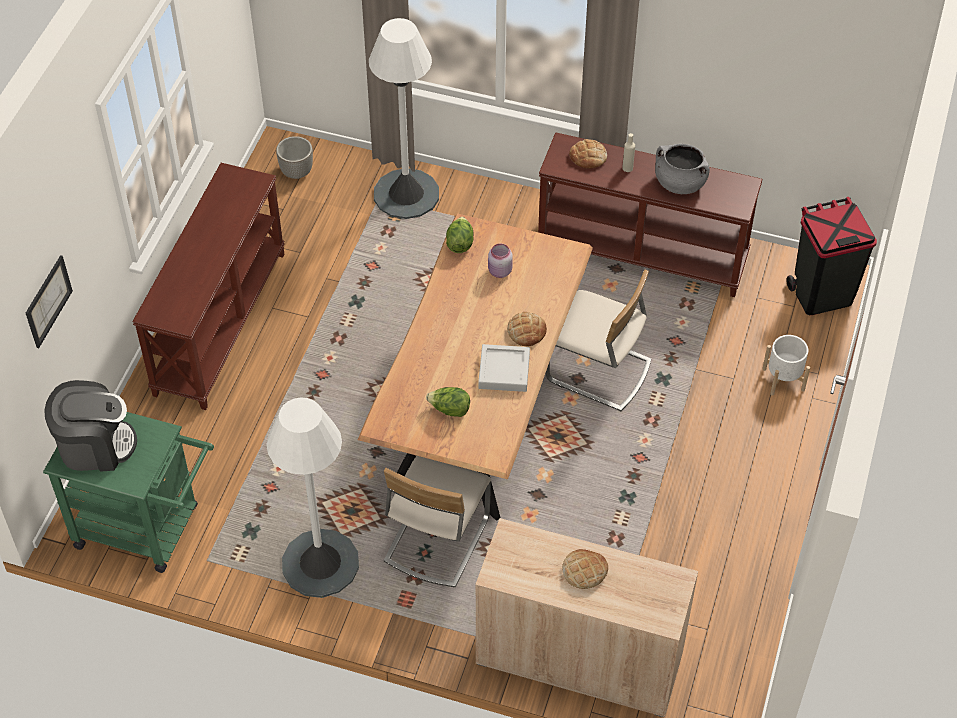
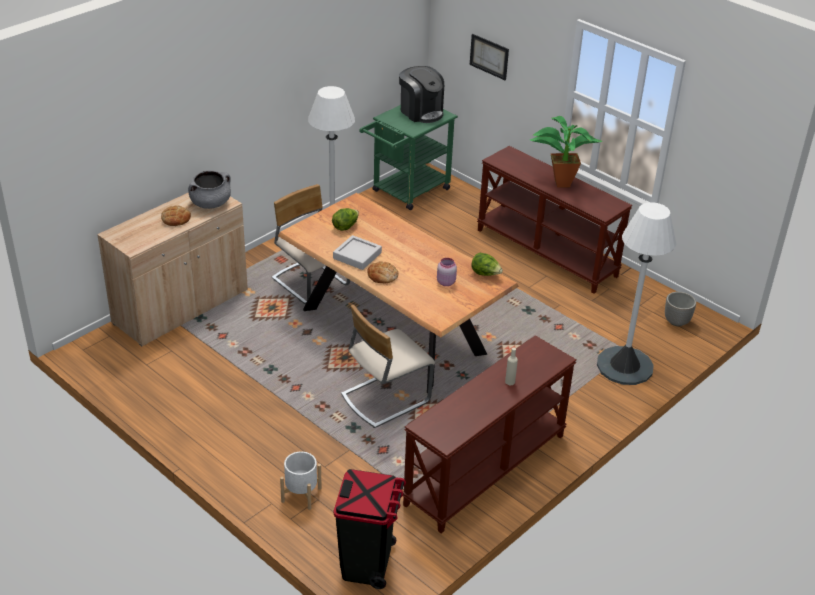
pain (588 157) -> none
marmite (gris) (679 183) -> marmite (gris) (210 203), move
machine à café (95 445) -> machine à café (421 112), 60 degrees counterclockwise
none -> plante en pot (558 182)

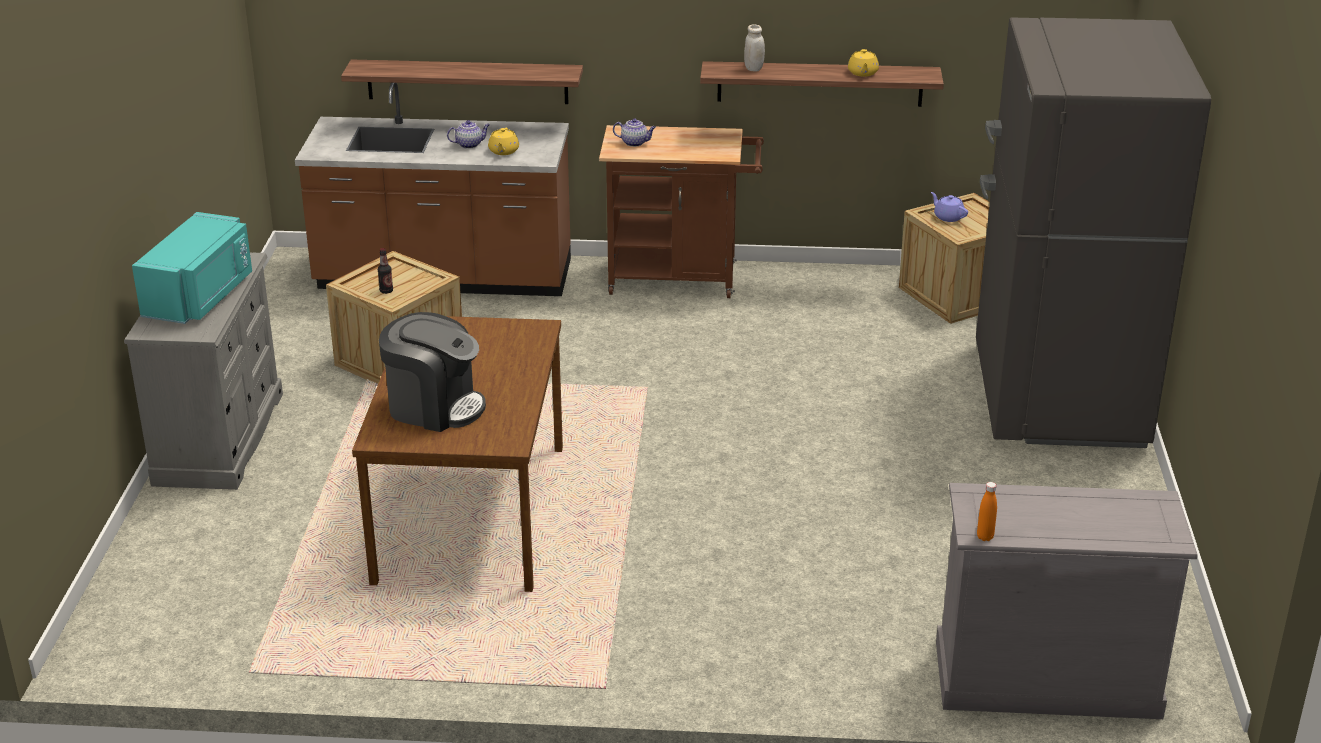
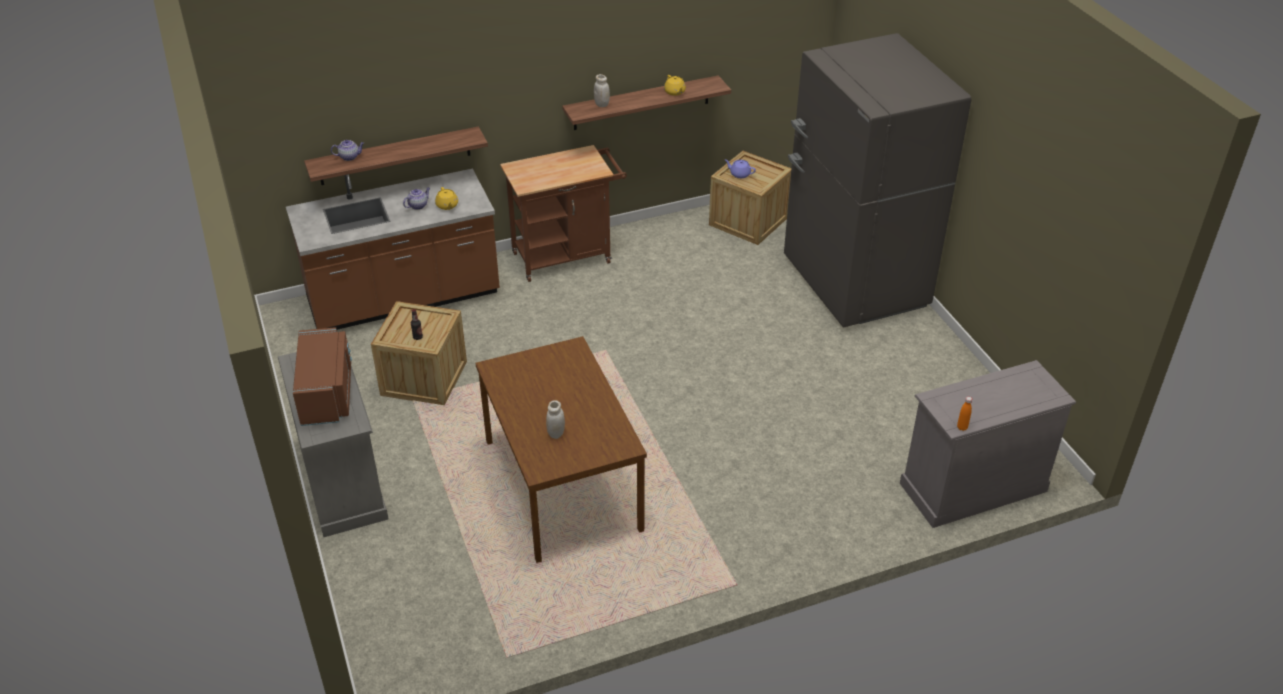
théière (635 143) -> théière (349 157), move
micro-ondes (turquoise) (201 297) -> micro-ondes (marron) (328 394)
machine à café (434 407) -> bocal (blanc) (556 433)

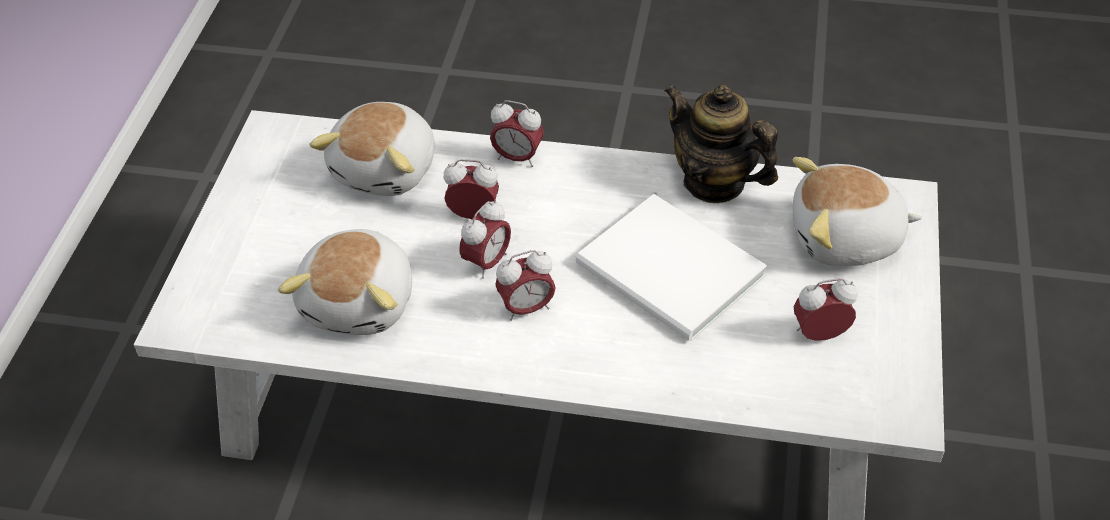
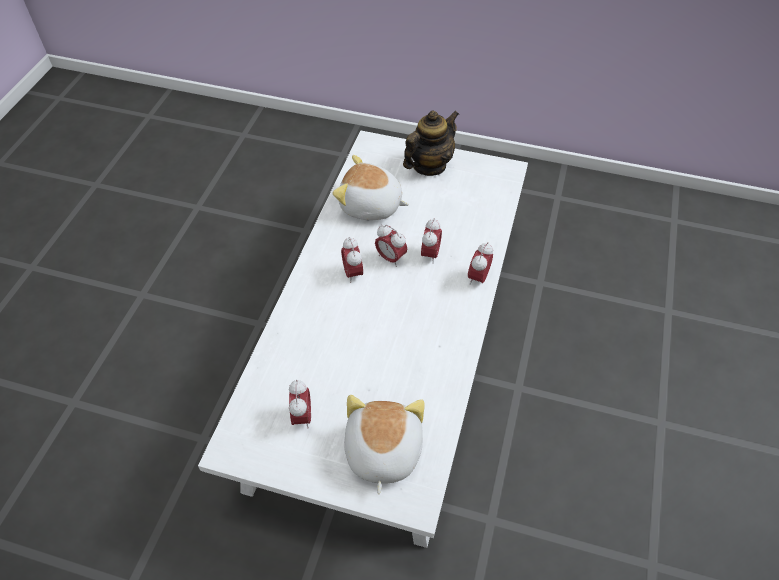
théière (714 182) -> théière (429 165), move
peluche (387 169) -> none
livre (blanc) (671 275) -> none

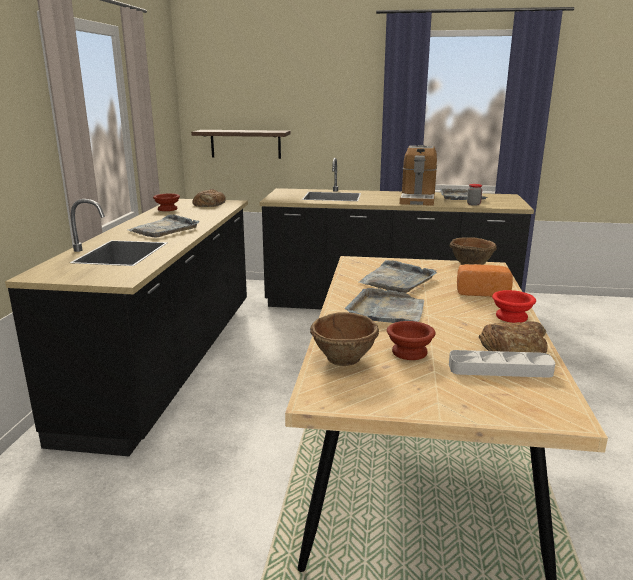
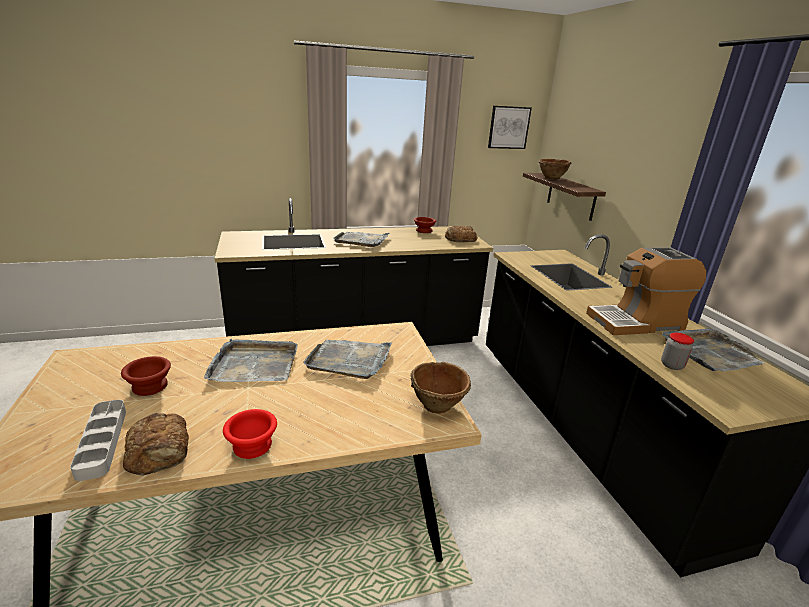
pain (481 292) -> none
bol (marron) (344 359) -> bol (marron) (551 178), move
none -> tableau (508 127)

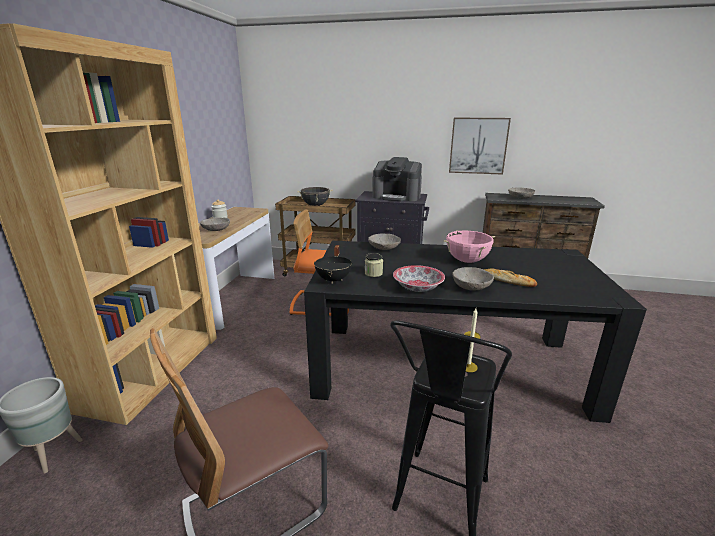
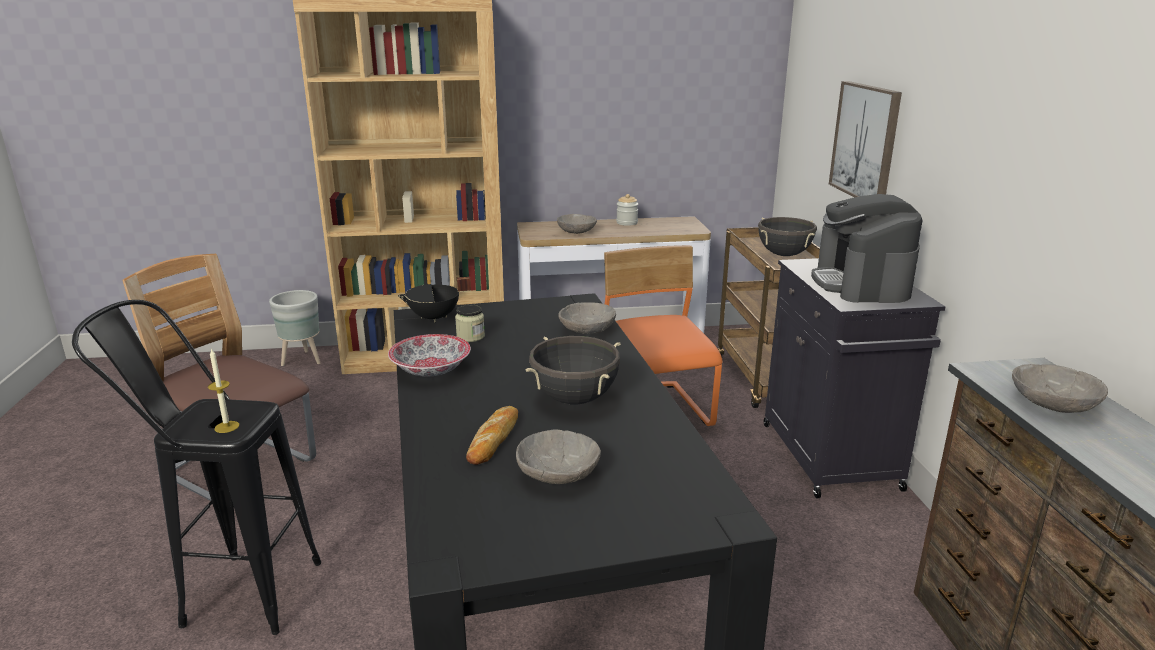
tableau (478 146) -> tableau (865 142), move
marmite (rose) (467 261) -> marmite (noir) (574 399)
bol (gris) (471 287) -> bol (gris) (557 474), move

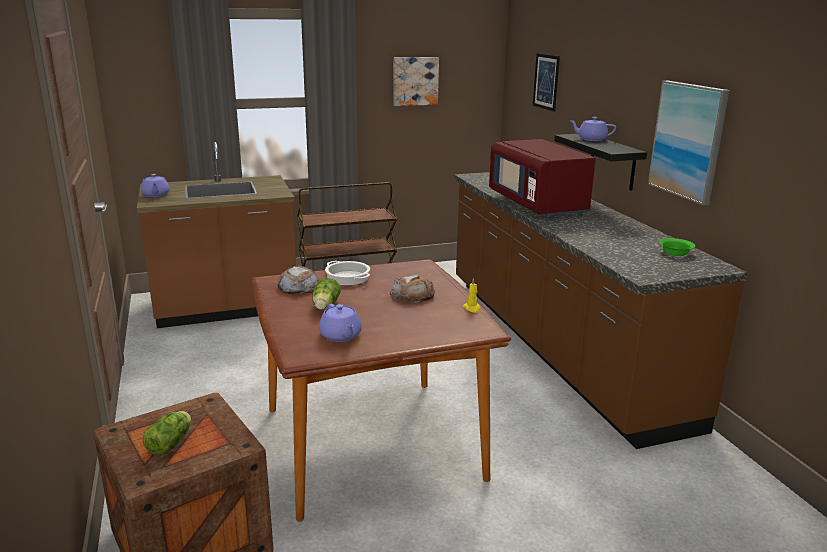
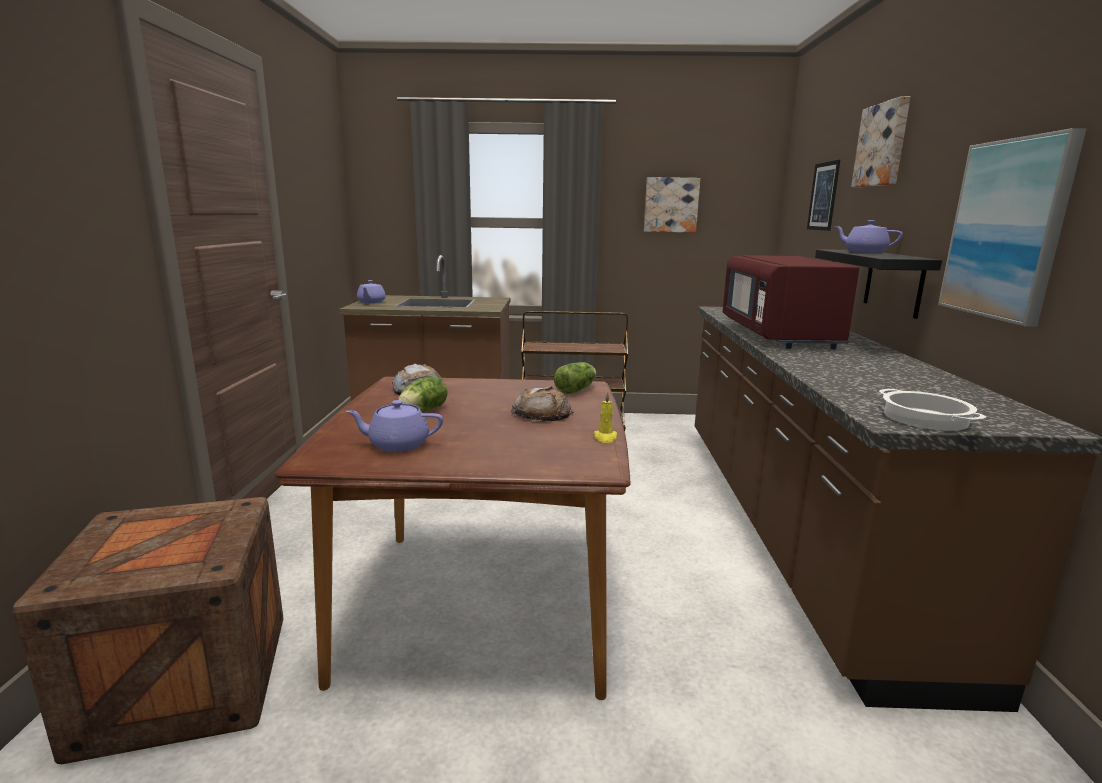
bol (vert) (675 253) -> none
marmite (347 277) -> marmite (924 418), move
théière (violet) (340 336) -> théière (violet) (397 444), 90 degrees clockwise
laitue (171 442) -> laitue (577 389), move
none -> tableau (883 145)

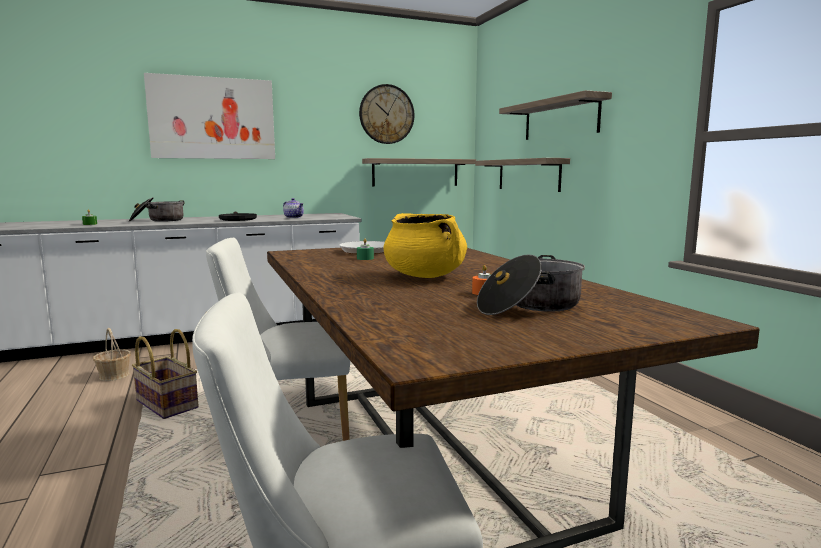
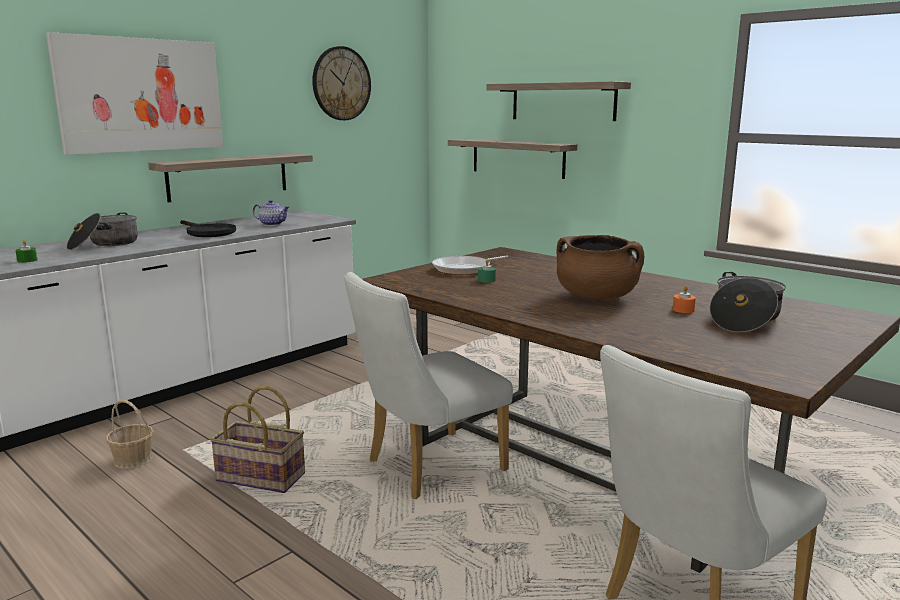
étagère (415 172) -> étagère (228 176), move
marmite (jaune) (425 276) -> marmite (marron) (596 297)

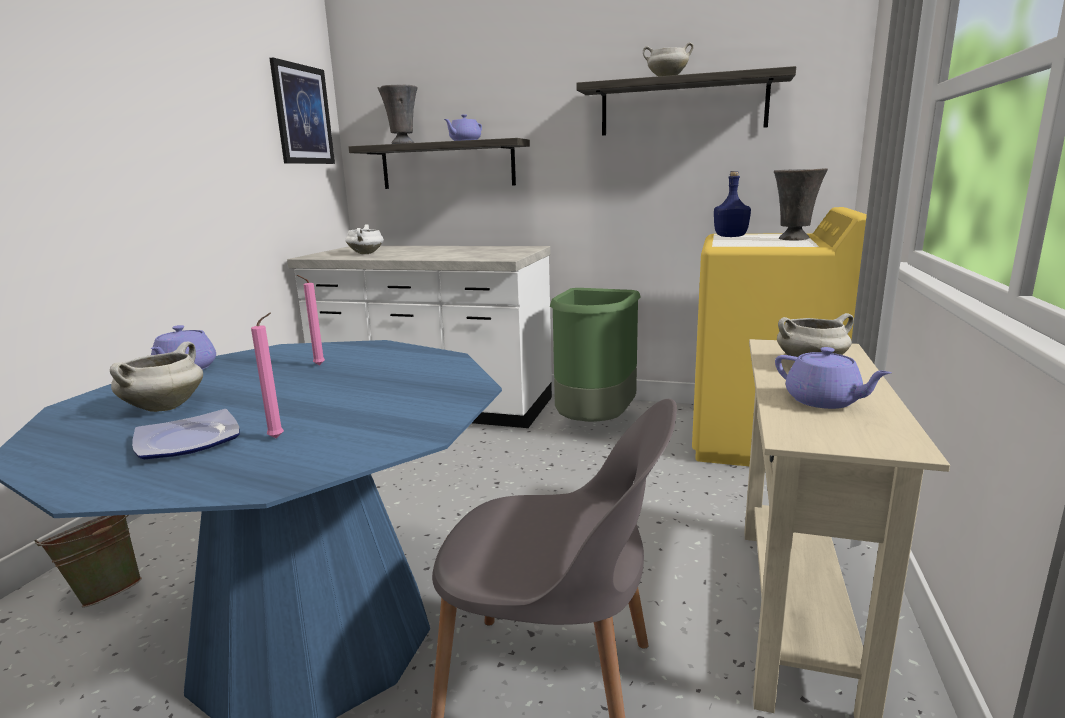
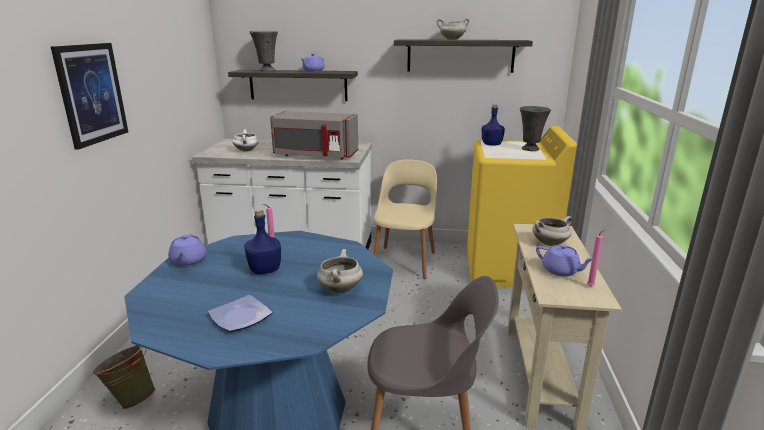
tableau (302 115) -> tableau (91 94), move
poubelle (vert) (594 424) -> chaise (beige) (404 261)
bougie (rose) (279 438) -> bougie (rose) (591 286), move
marmite (blanc) (165 407) -> marmite (blanc) (340 288), move
none -> micro-ondes (gris) (314 155)
none -> bouteille (bleu) (265 269)

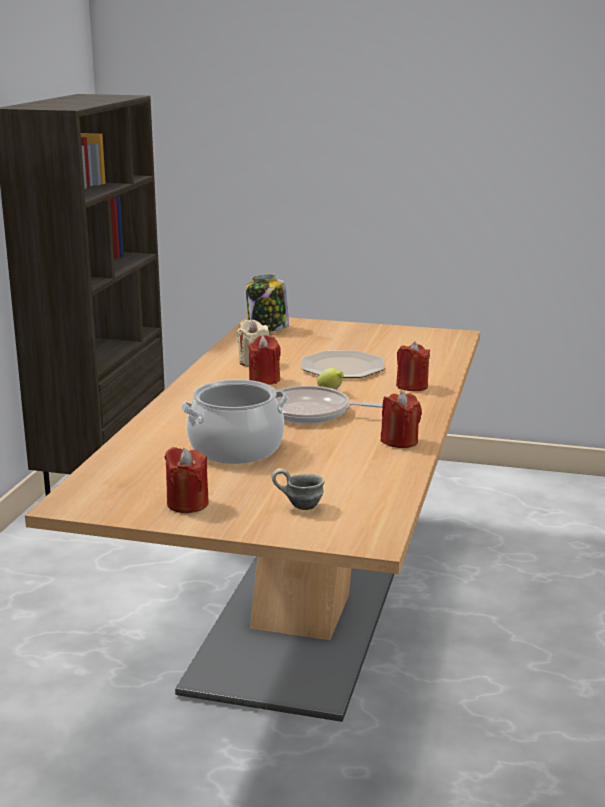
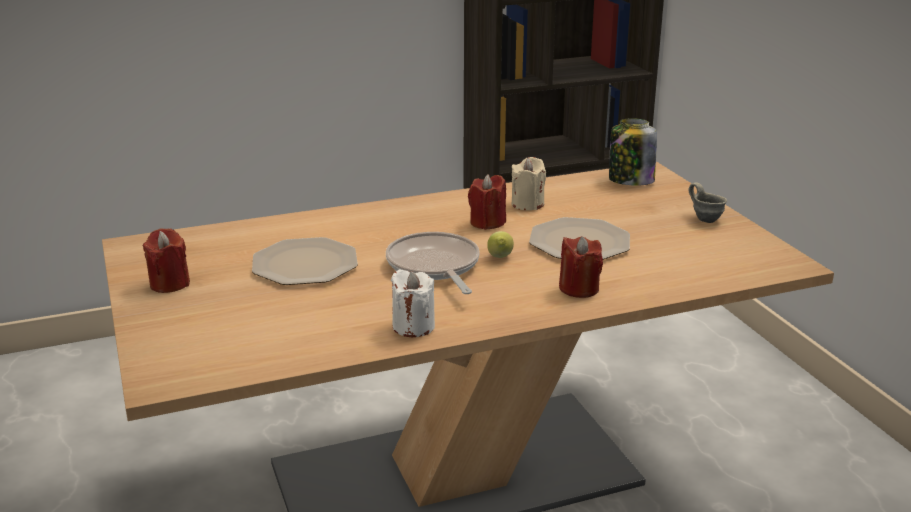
marmite (236 448) -> assiette (306 264)
bougie (rouge) (399 441) -> bougie (blanc) (413 326)
mug (gris) (300 506) -> mug (gris) (706 219), move

